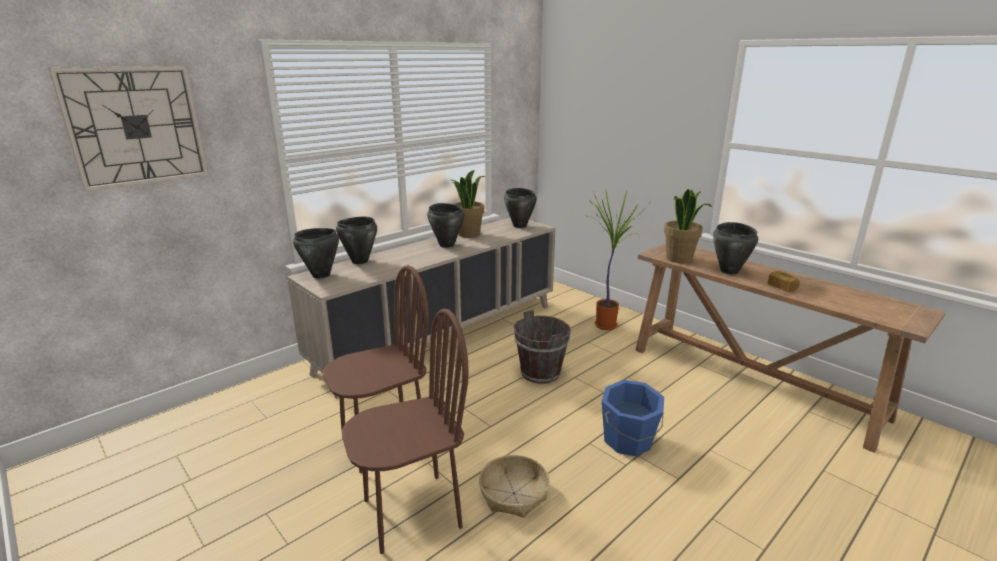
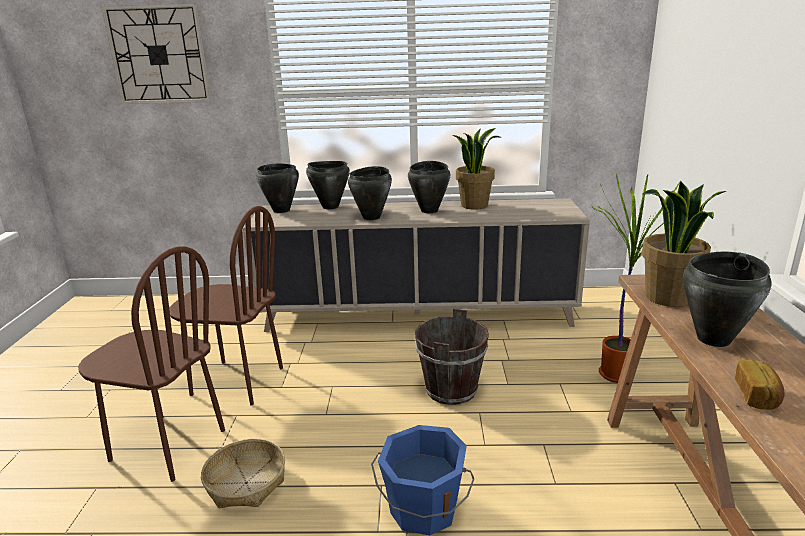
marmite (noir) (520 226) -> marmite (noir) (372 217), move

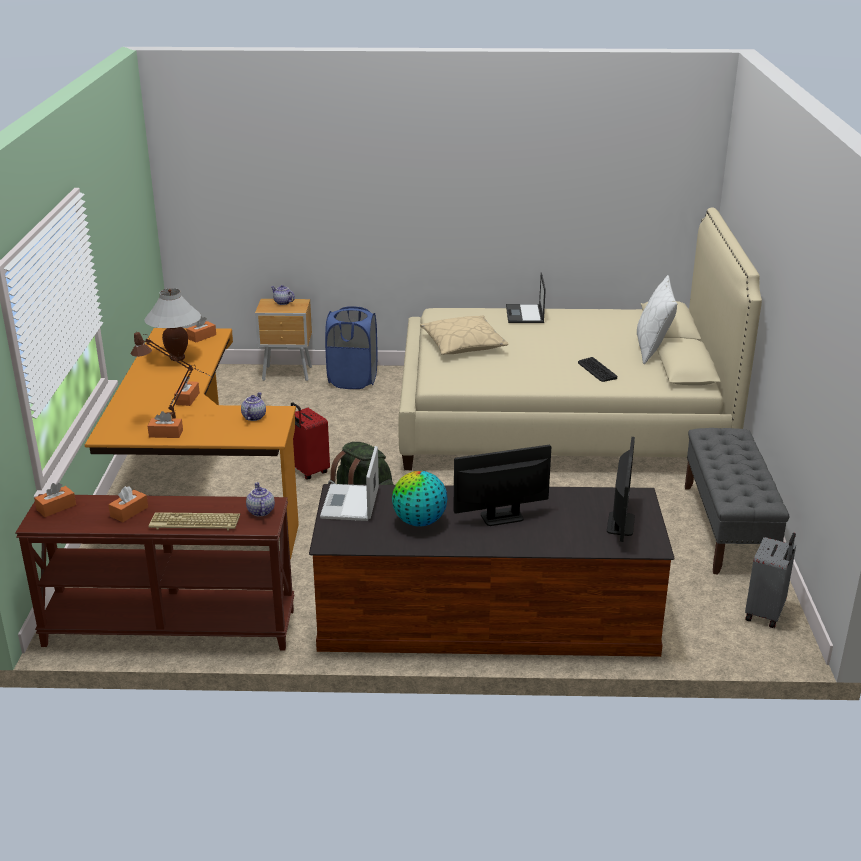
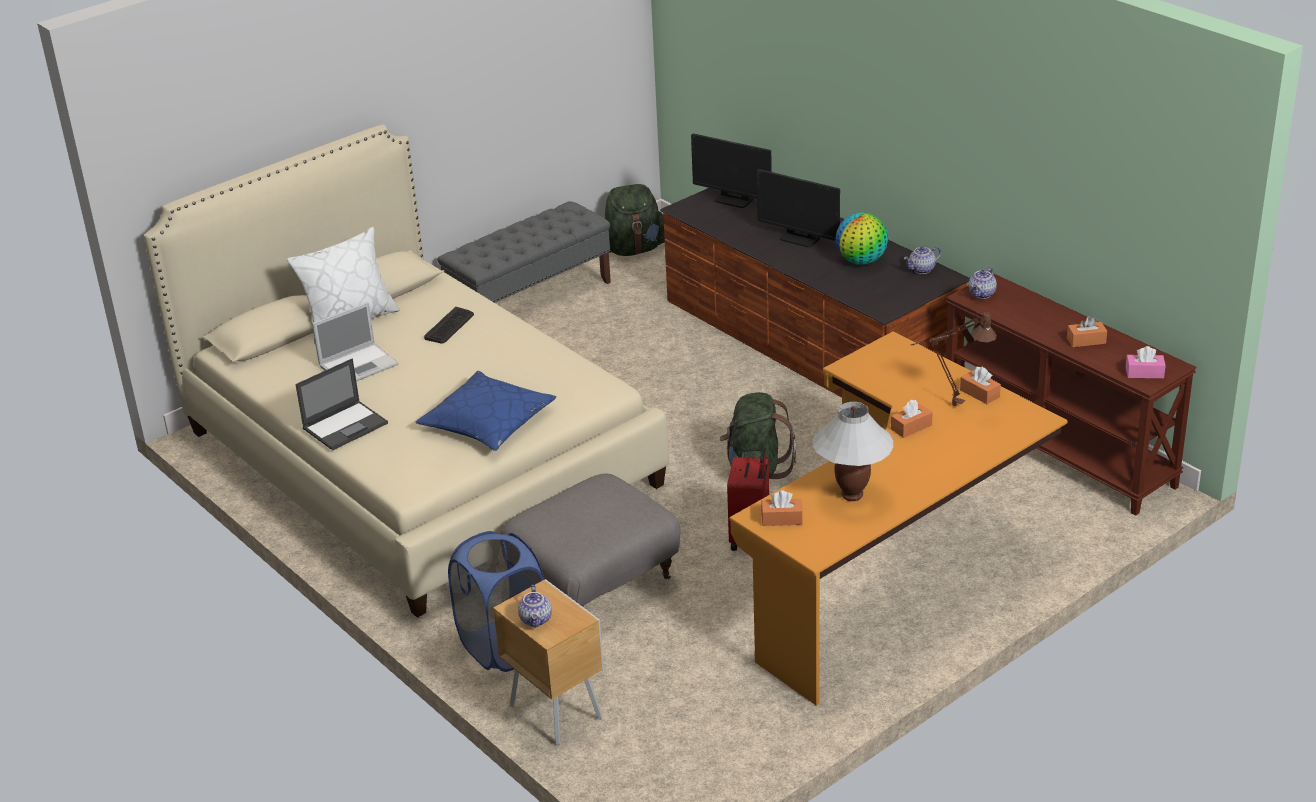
coussin (beige) (463 344) -> coussin (bleu) (488 422)
théière (253 417) -> théière (922 270), move
écran d'ordinateur (620 524) -> écran d'ordinateur (733 200), 120 degrees counterclockwise
ordinateur portable (350 504) -> ordinateur portable (360 364), move
boîte à mouchoirs (orange) (56 507) -> boîte à mouchoirs (rose) (1144 373)
clavier (193 523) -> none
valise (gris) (766 613) -> sac à dos (vert) (633 250)
none -> pouf (gris) (594 583)

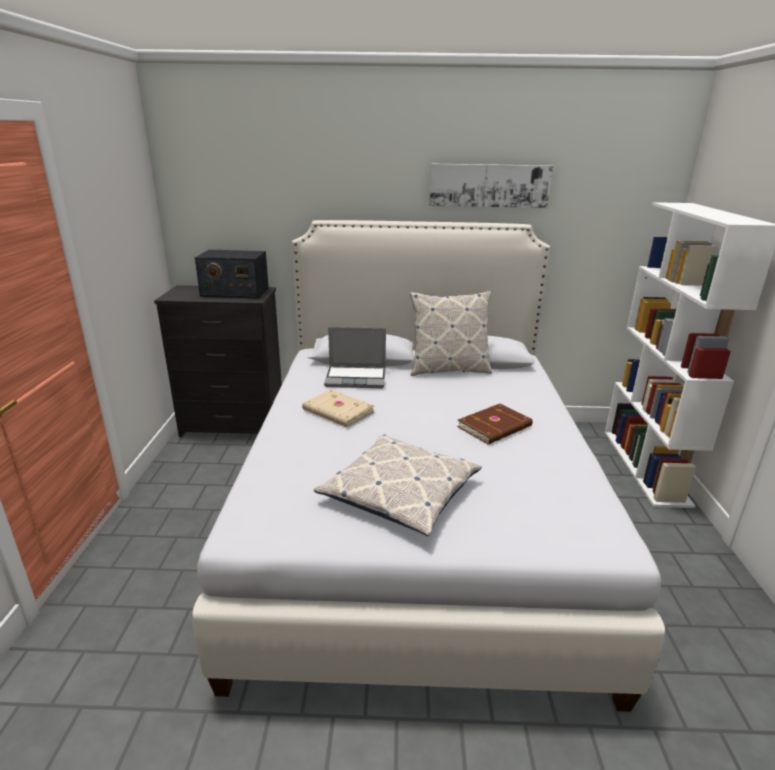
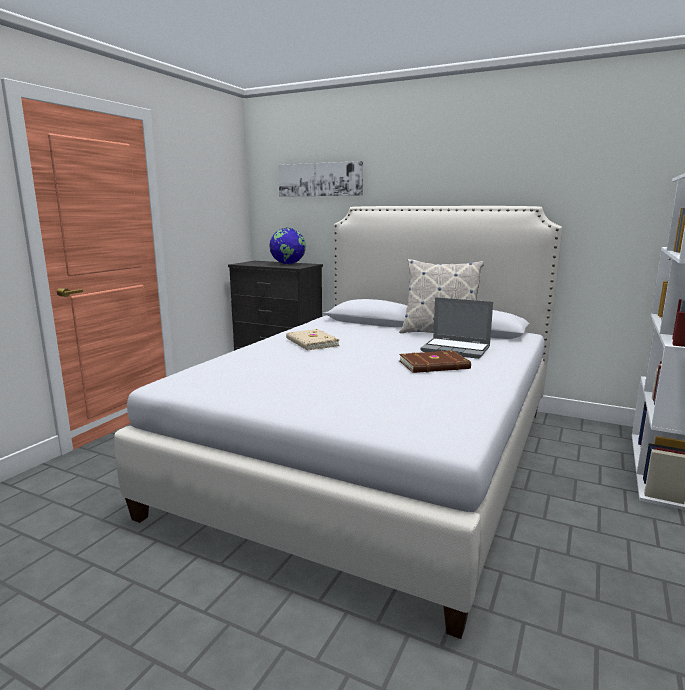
tableau (489 185) -> tableau (320 179), move
radio (234 292) -> globe (288 264)
ordinateur portable (356 378) -> ordinateur portable (456 349), move
coussin (400 492) -> none

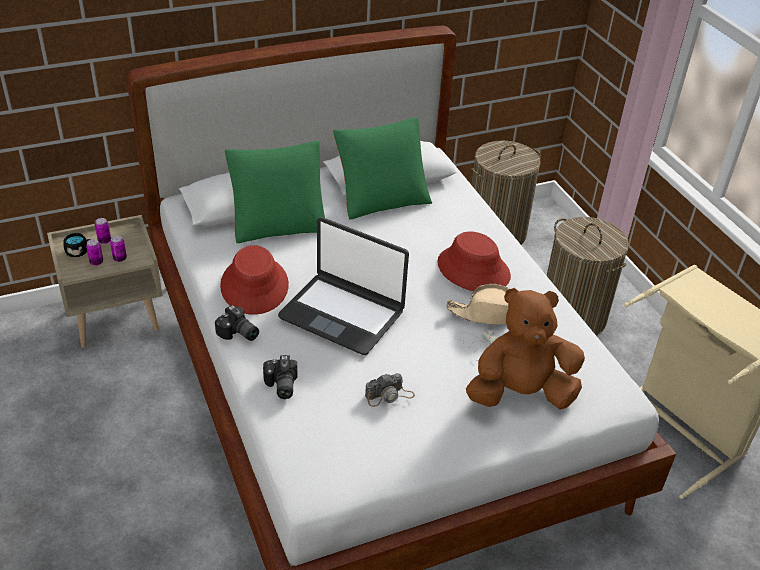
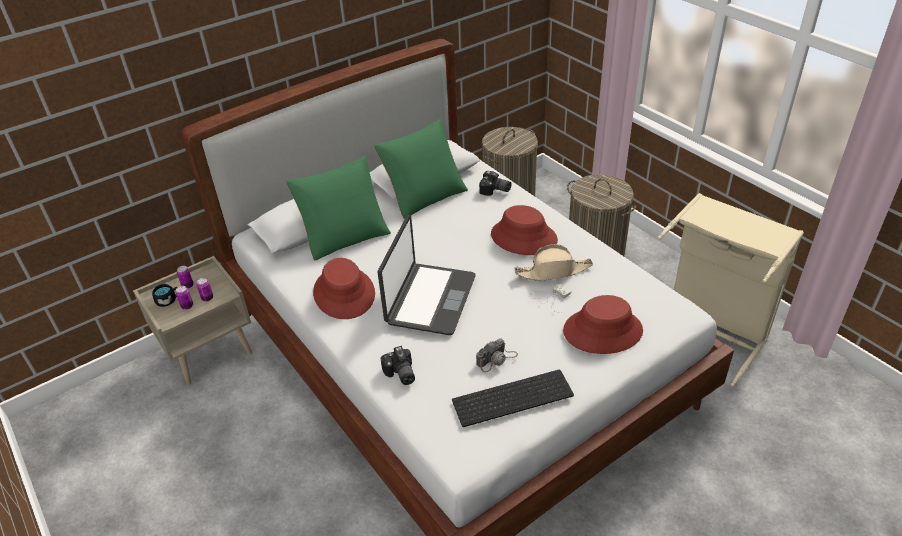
ordinateur portable (342 314) -> ordinateur portable (429 299), 90 degrees counterclockwise
peluche (marron) (520 393) -> chapeau (rouge) (602 331)
appareil photo (238 334) -> appareil photo (495 191), move
none -> clavier (513 396)

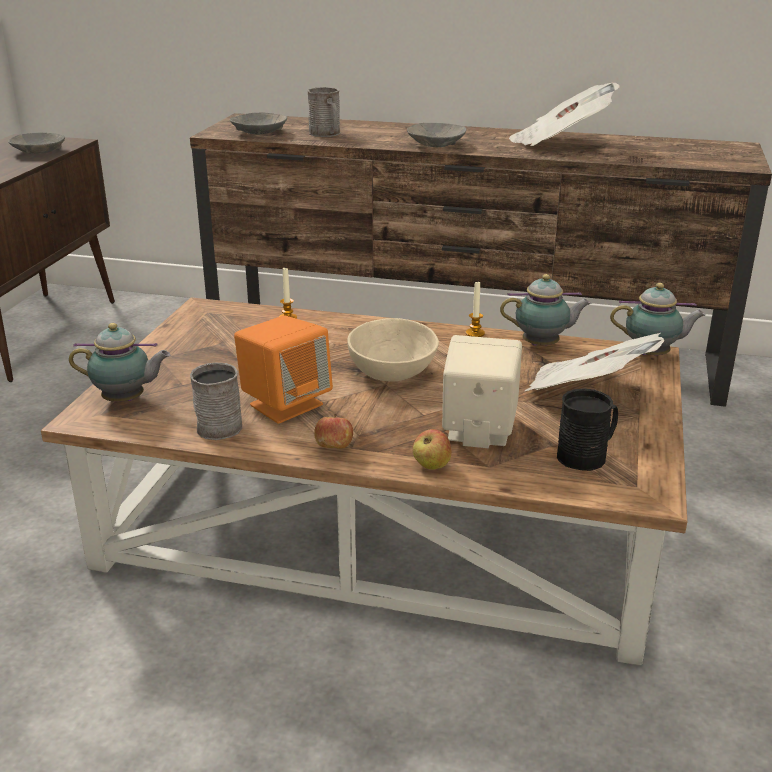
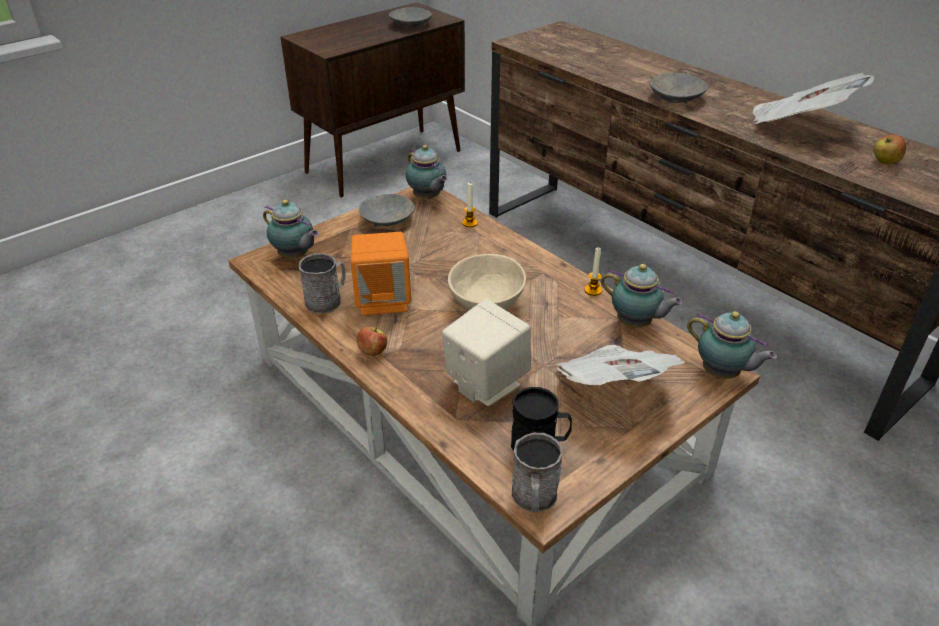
mug (gris) (326 134) -> mug (gris) (534 499), move
bol (gris) (260 132) -> bol (gris) (388 219), move
pomme (431 465) -> pomme (885 162), move
none -> théière (427 198)

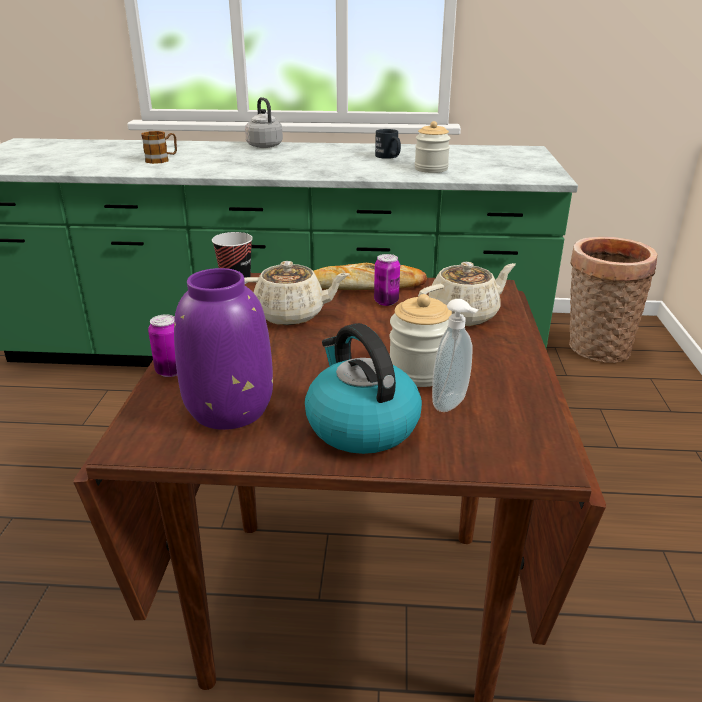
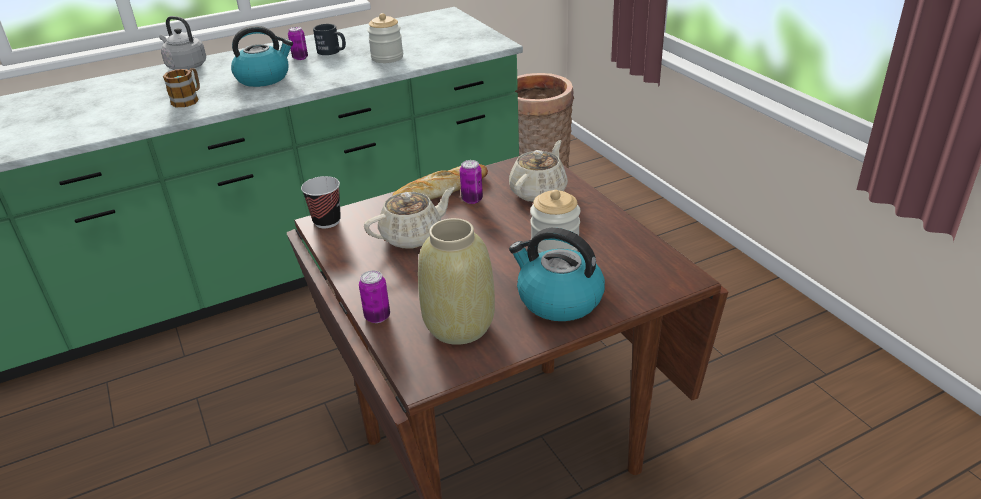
mug (162 160) -> mug (188 99), move
vase (violet) (229 409) -> vase (beige) (458 326)
distributeur de savon (452 404) -> none
none -> bouilloire (264 78)
none -> boîte métallique (300 58)

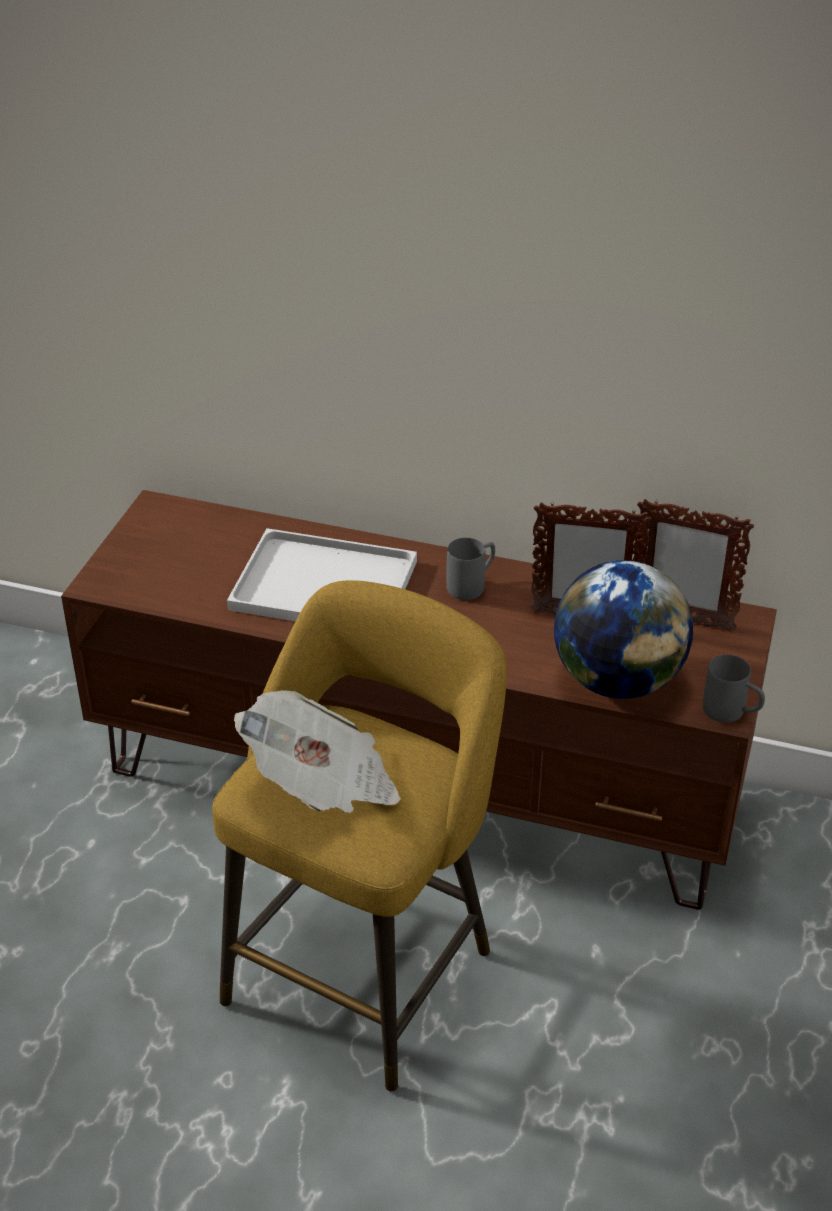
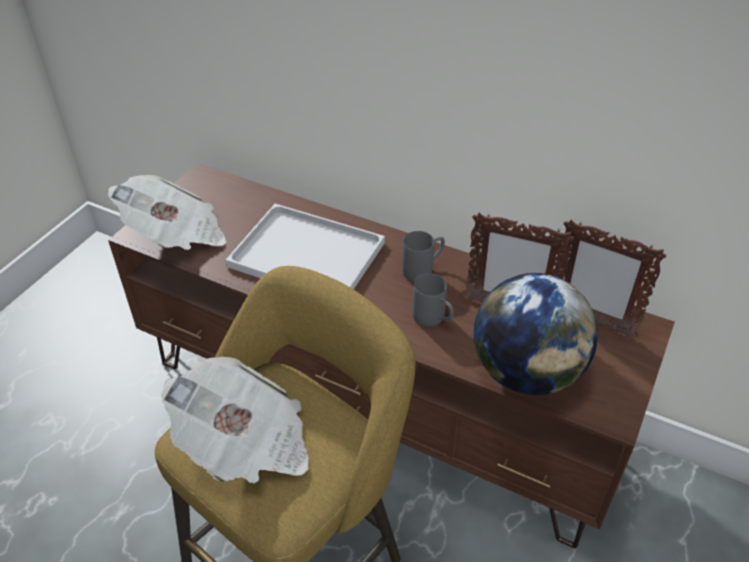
mug (gris) (732 713) -> mug (gris) (433 319), move
none -> journal (176 235)

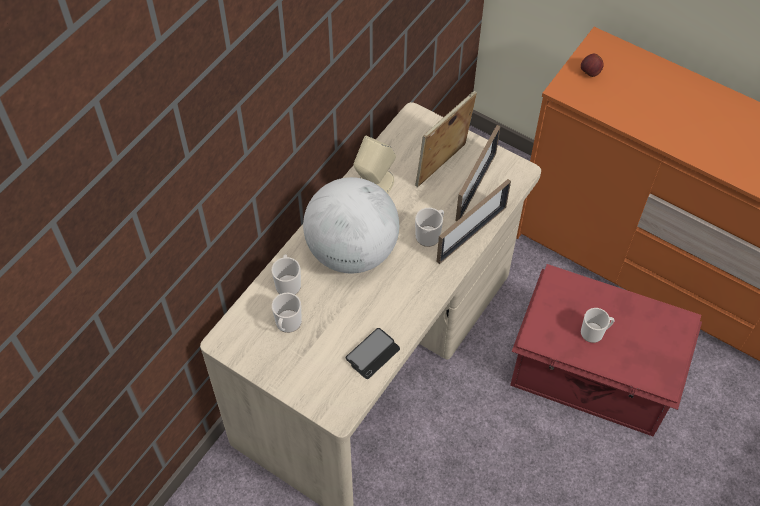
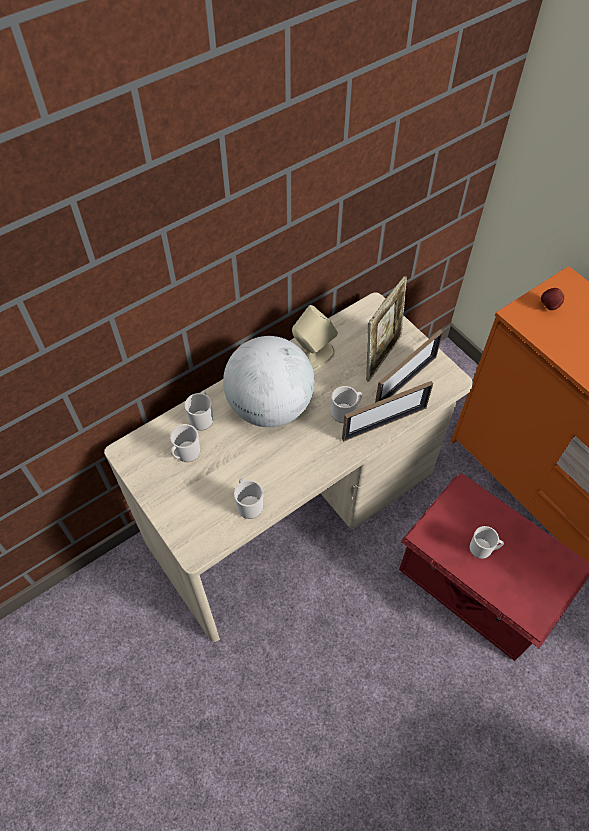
cadre photo (442 167) -> cadre photo (381 356), 150 degrees clockwise
téléphone (372 354) -> mug (249 505)

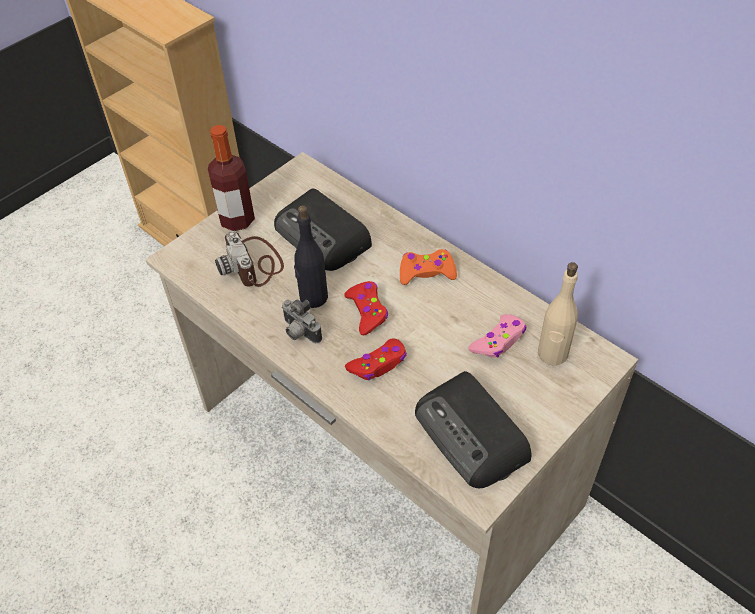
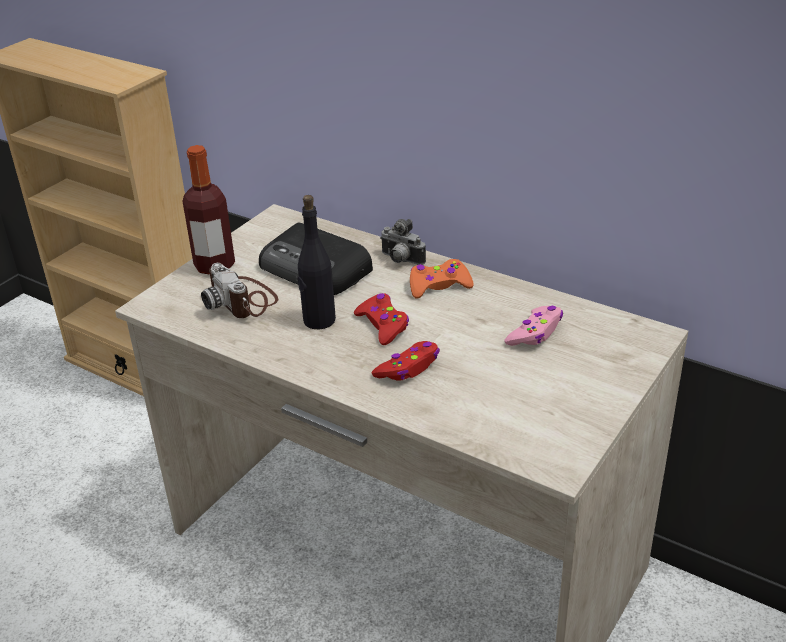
bouteille (beige) (552 354) -> none
appareil photo (299 332) -> appareil photo (400 260), move
radio (472 436) -> none

